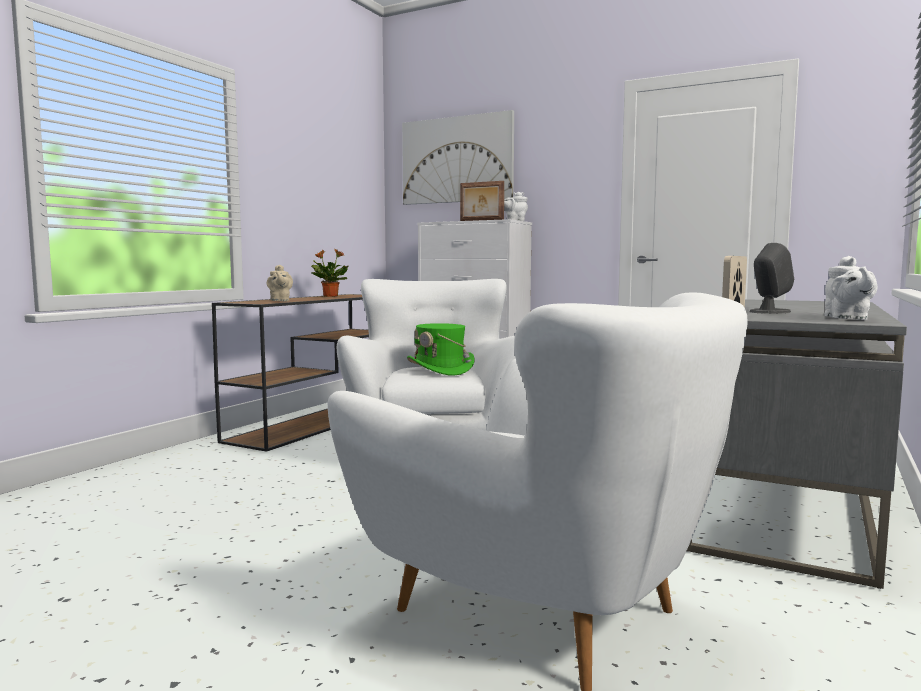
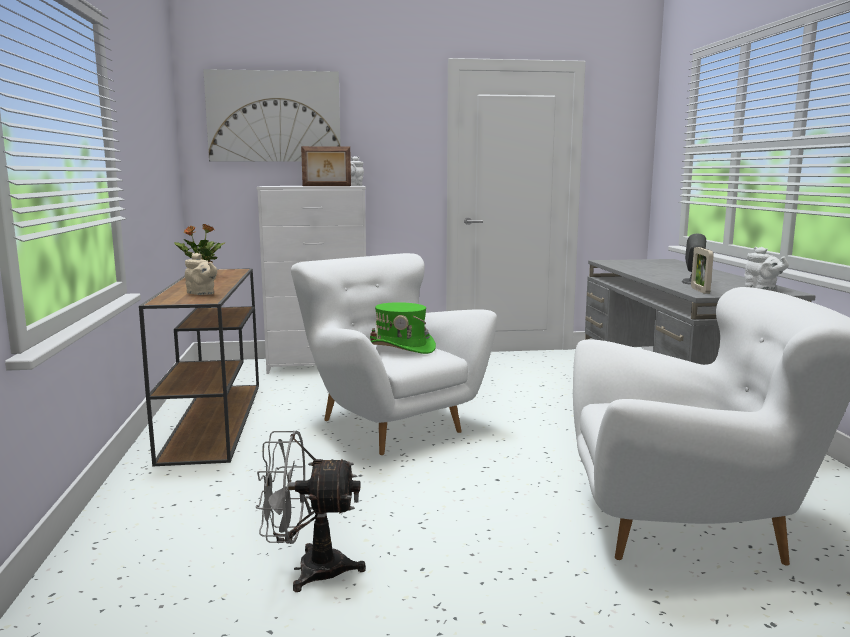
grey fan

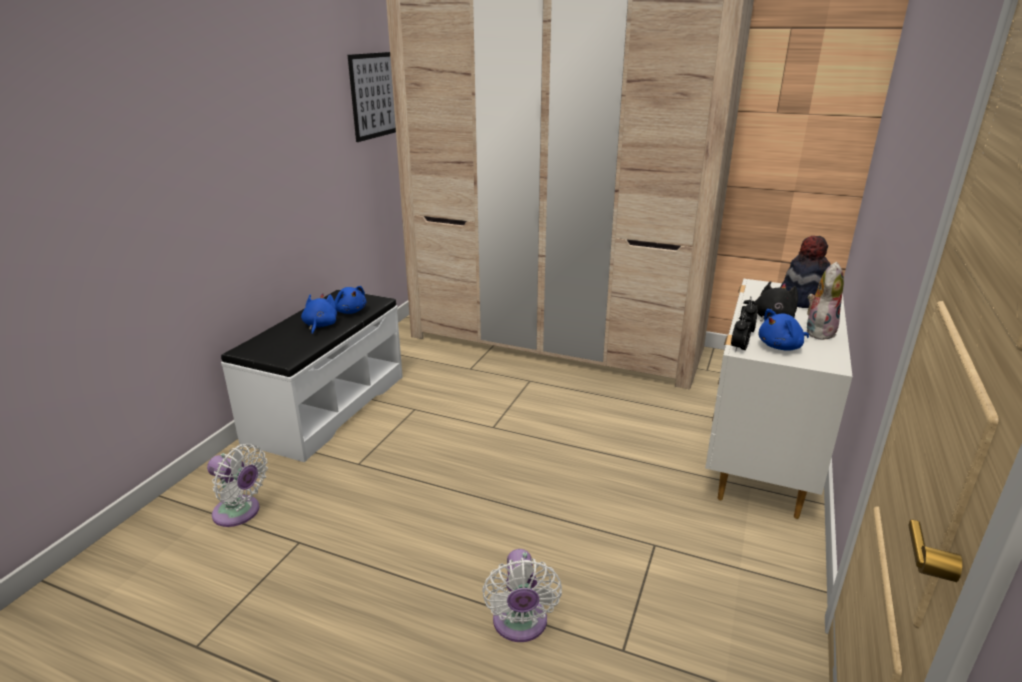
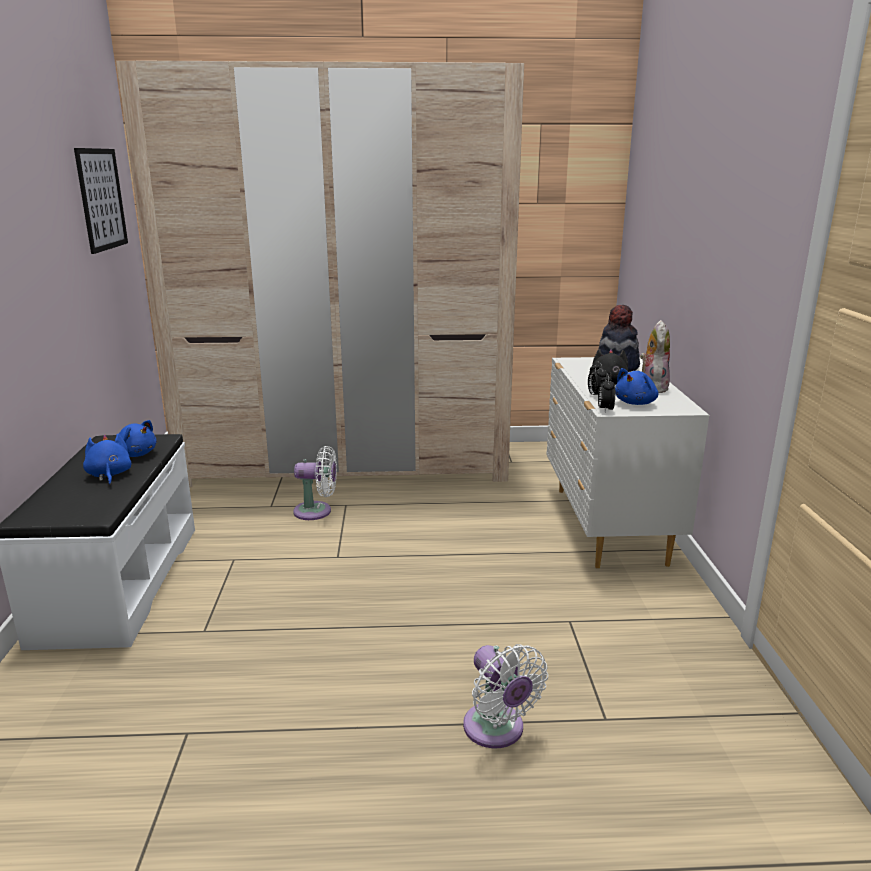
white fan (no. 1 from left)

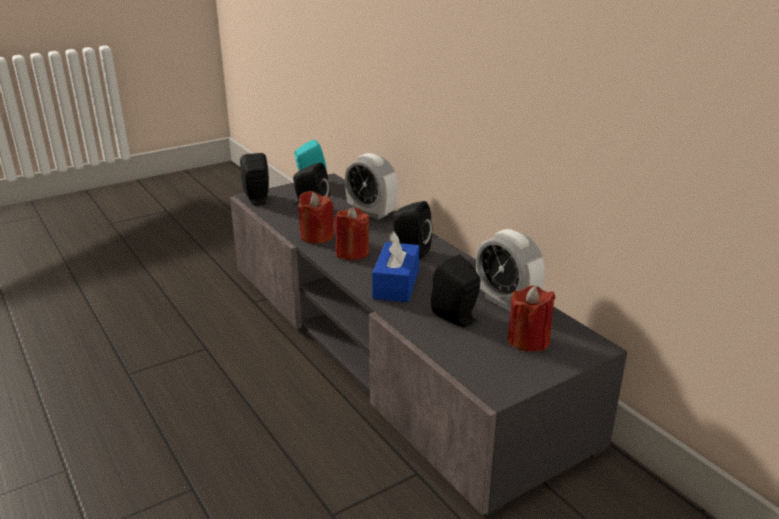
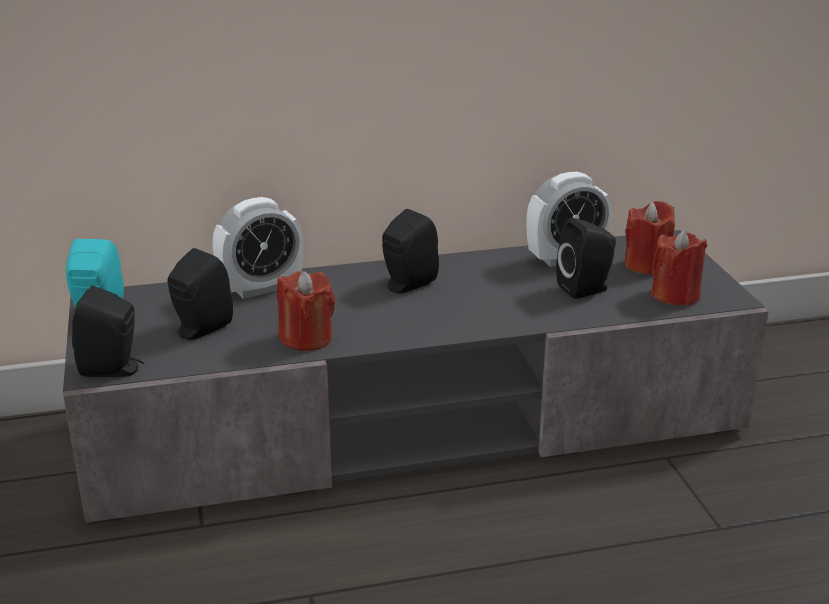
red candle (no. 3 from left)
blue tissue box

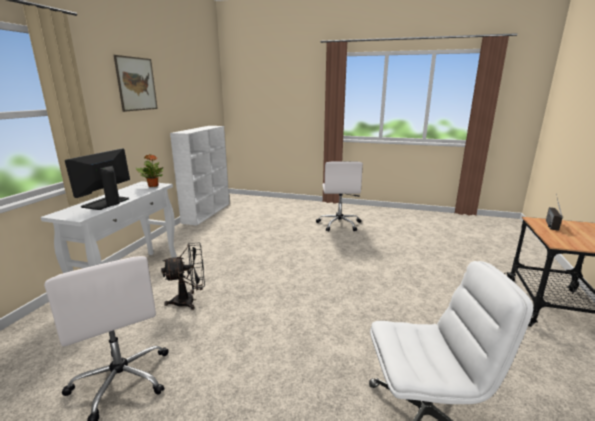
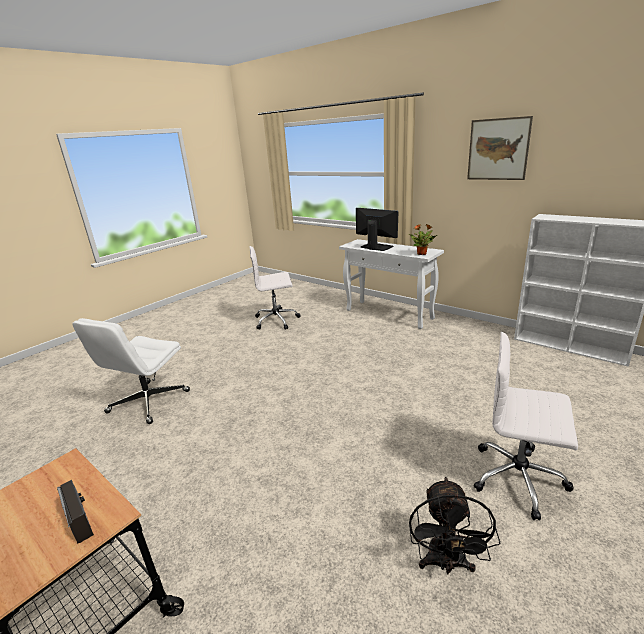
black fan

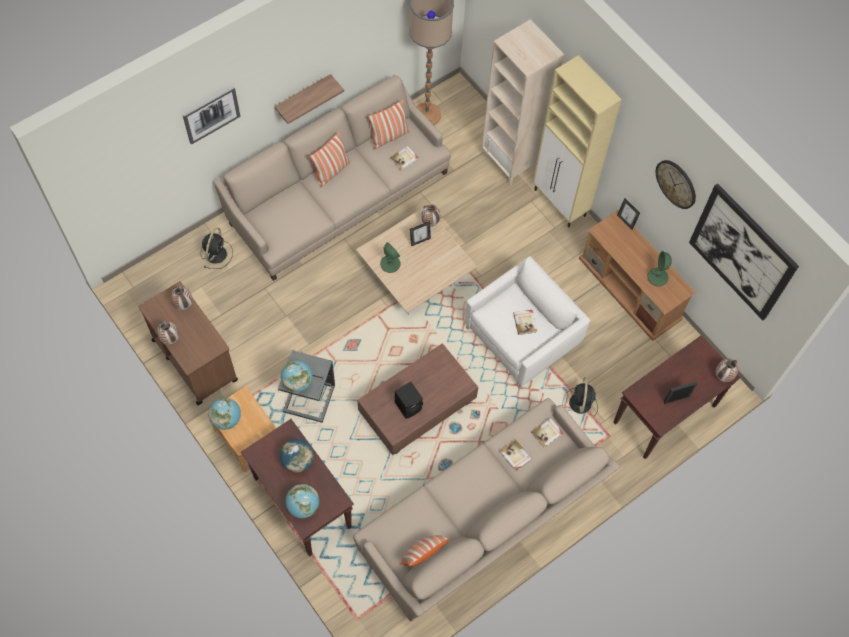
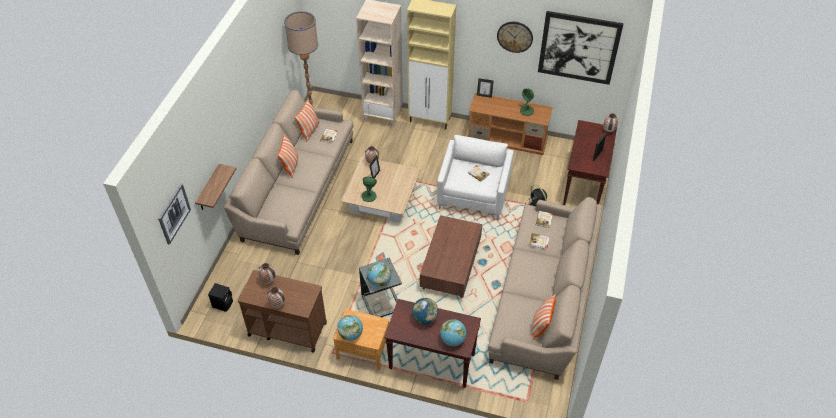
picture (no. 1 from left)
black fan (no. 1 from left in the first image)
shelf
black speaker

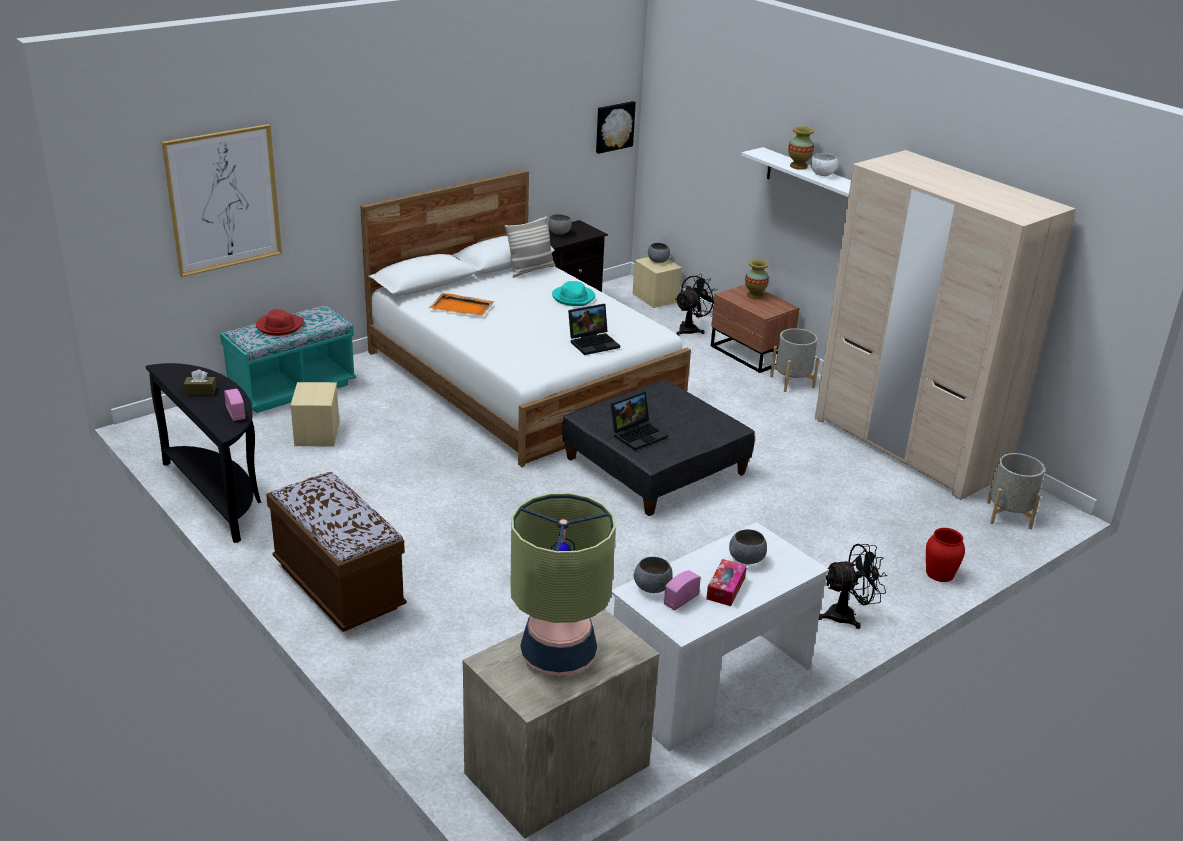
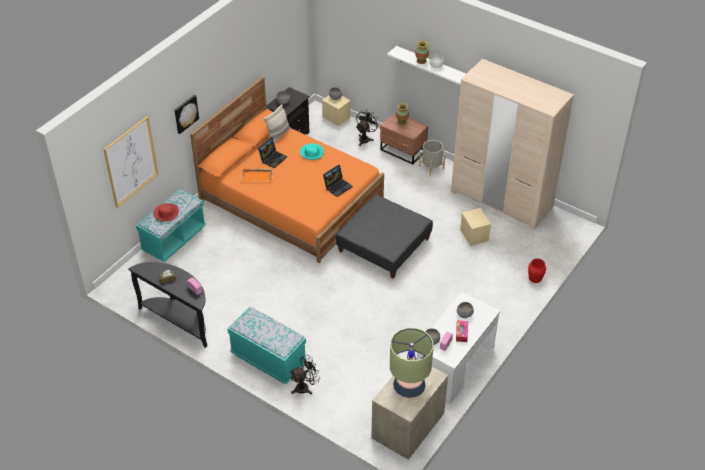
turquoise bench (no. 2 from left)
beige storage box (no. 2 from left)
orange bed
picture (no. 2 from left)
laptop (no. 1 from left)
black fan (no. 1 from left)
grey planter (no. 2 from left in the first image)

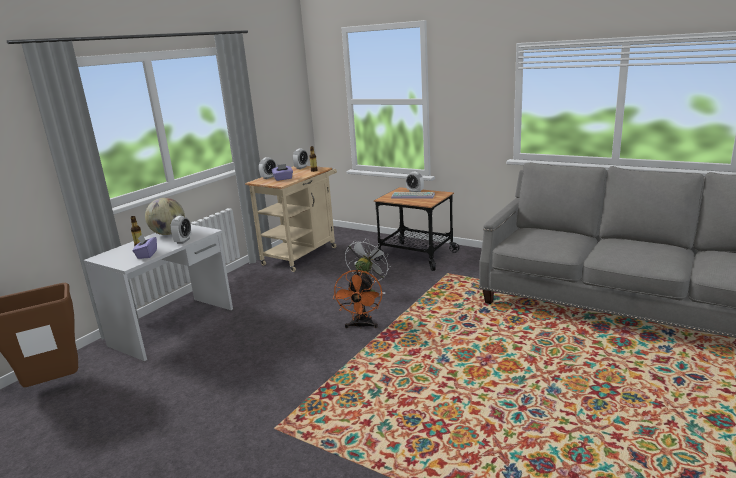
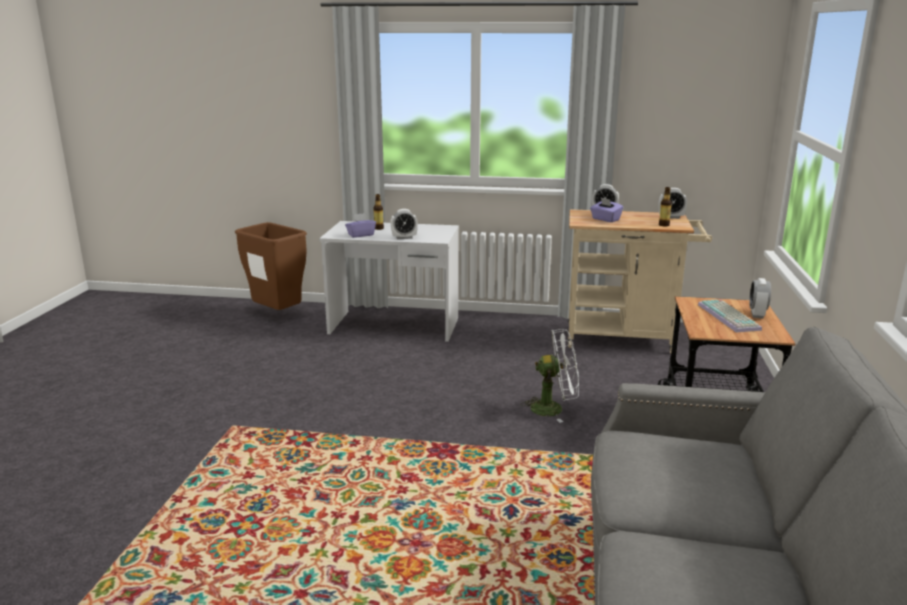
globe
orange fan

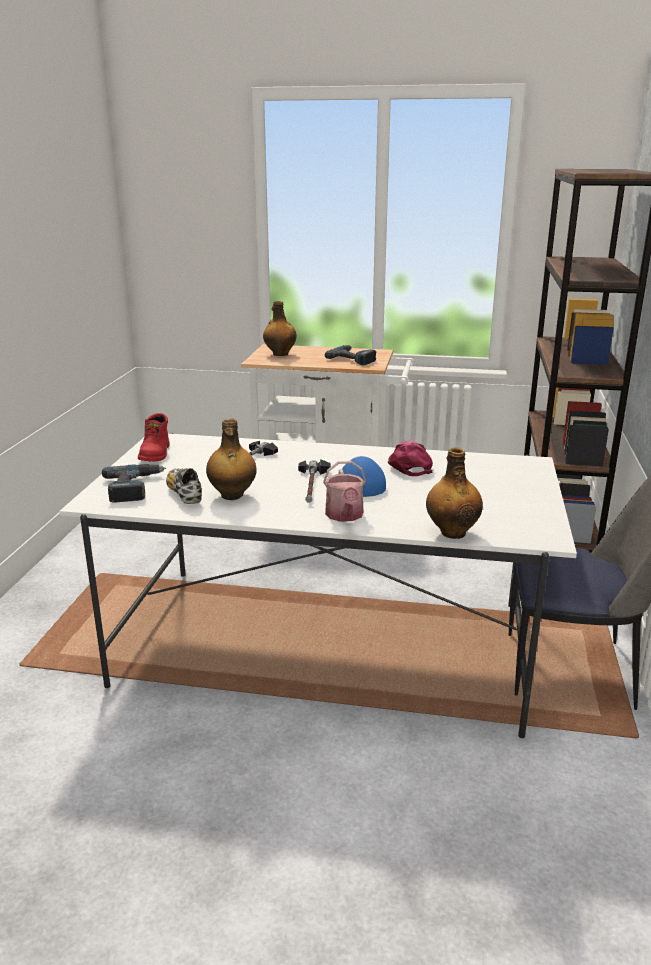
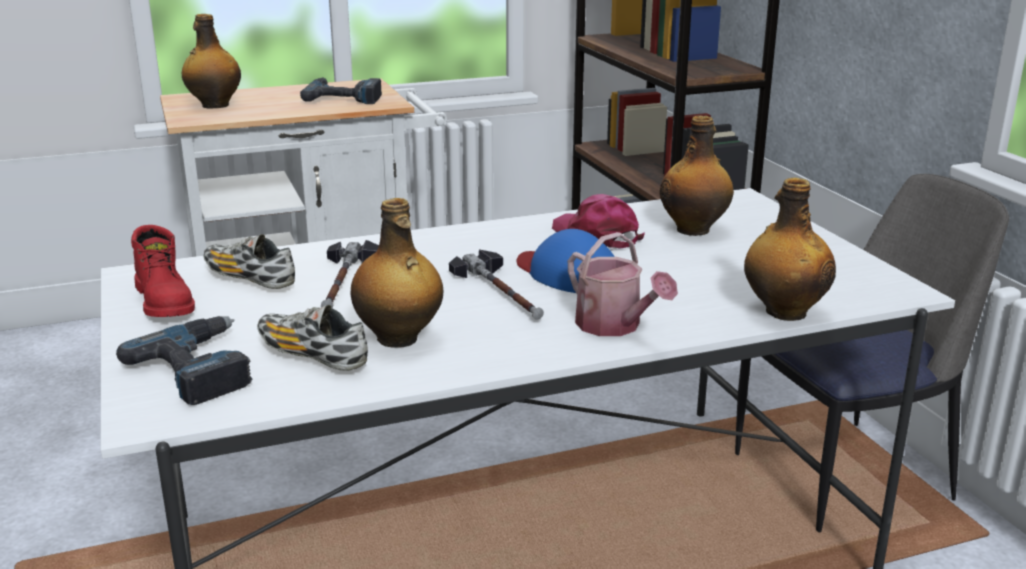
shoe (no. 1 from left)
bottle (no. 3 from left)

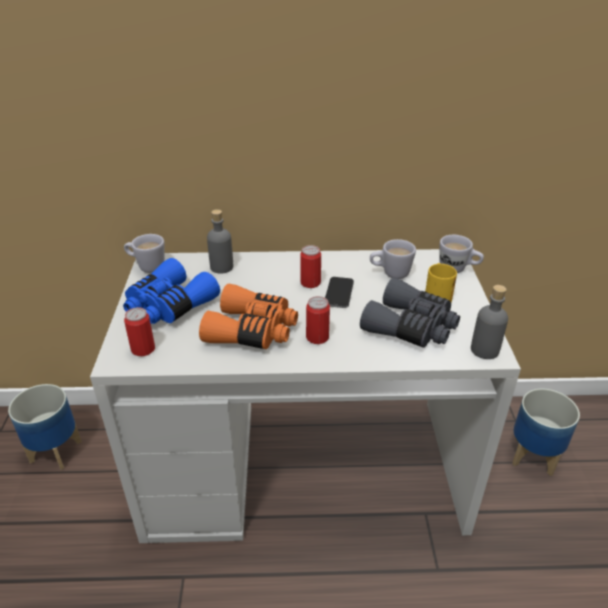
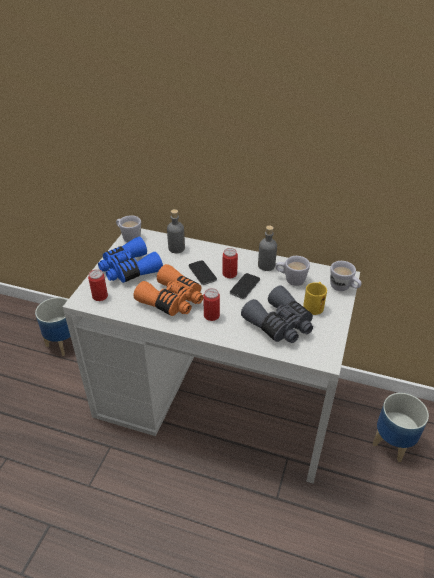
grey bottle (no. 2 from left)
phone (no. 1 from left)

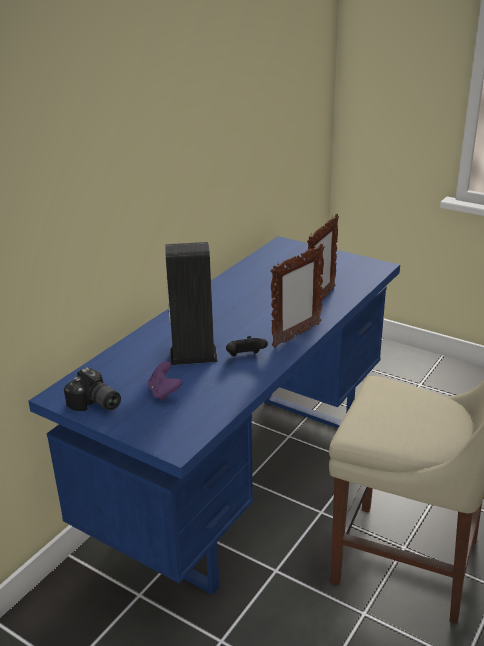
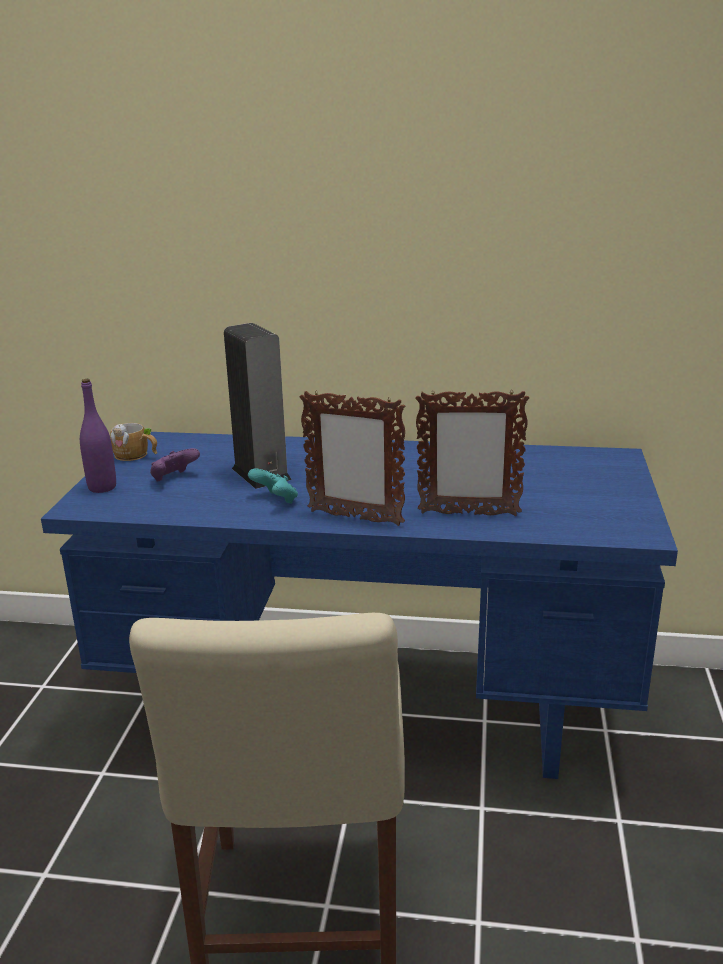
mug
turquoise game controller
purple bottle

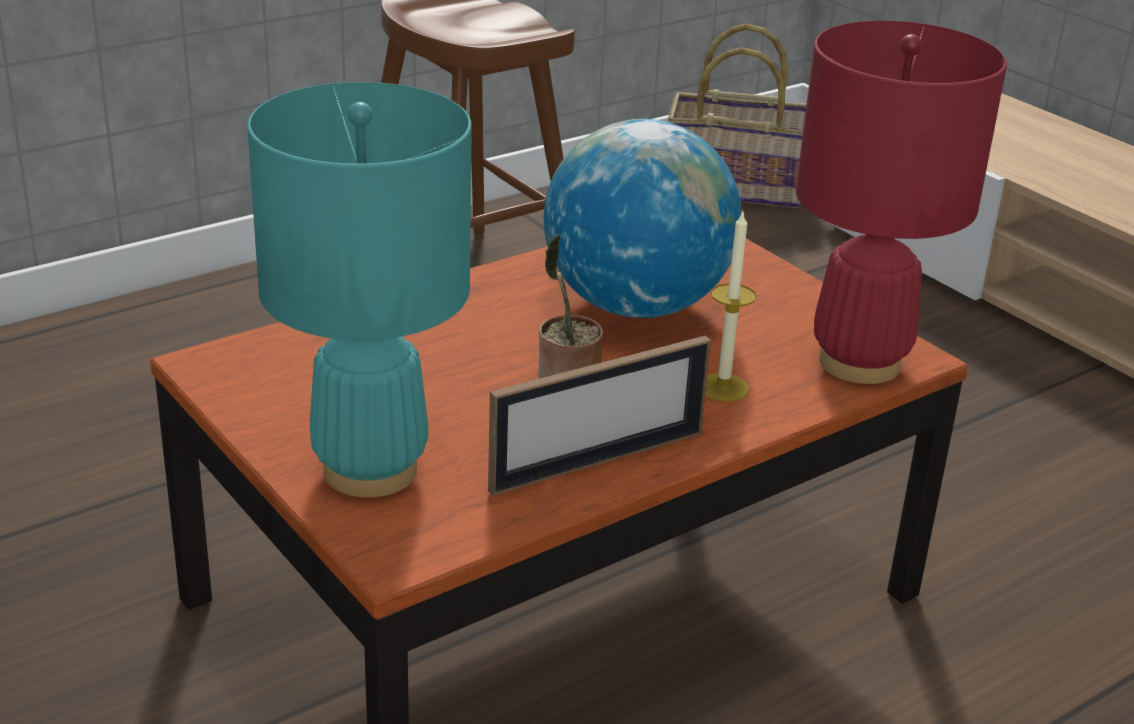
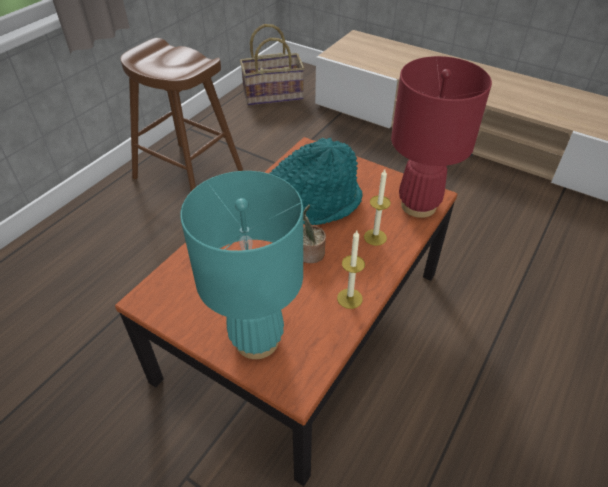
candle (no. 1 from left)
turquoise hat

